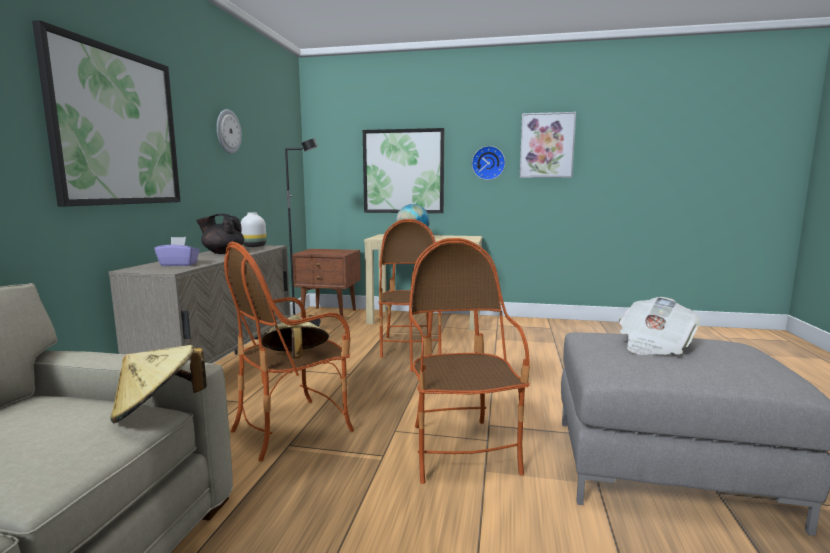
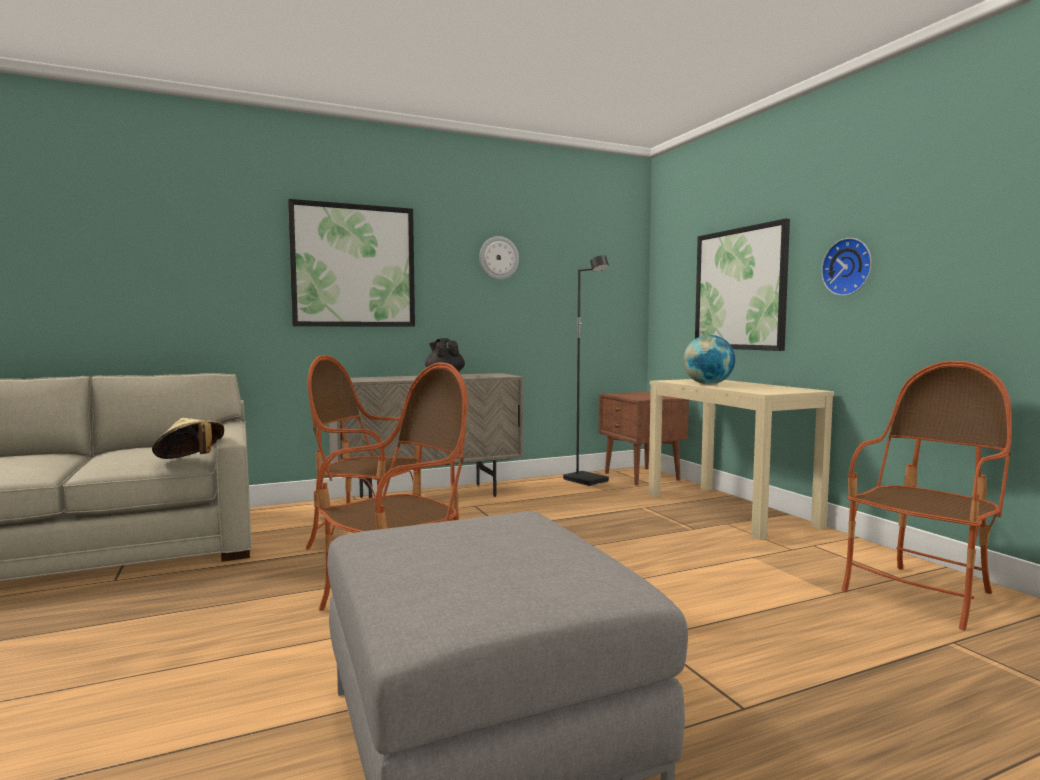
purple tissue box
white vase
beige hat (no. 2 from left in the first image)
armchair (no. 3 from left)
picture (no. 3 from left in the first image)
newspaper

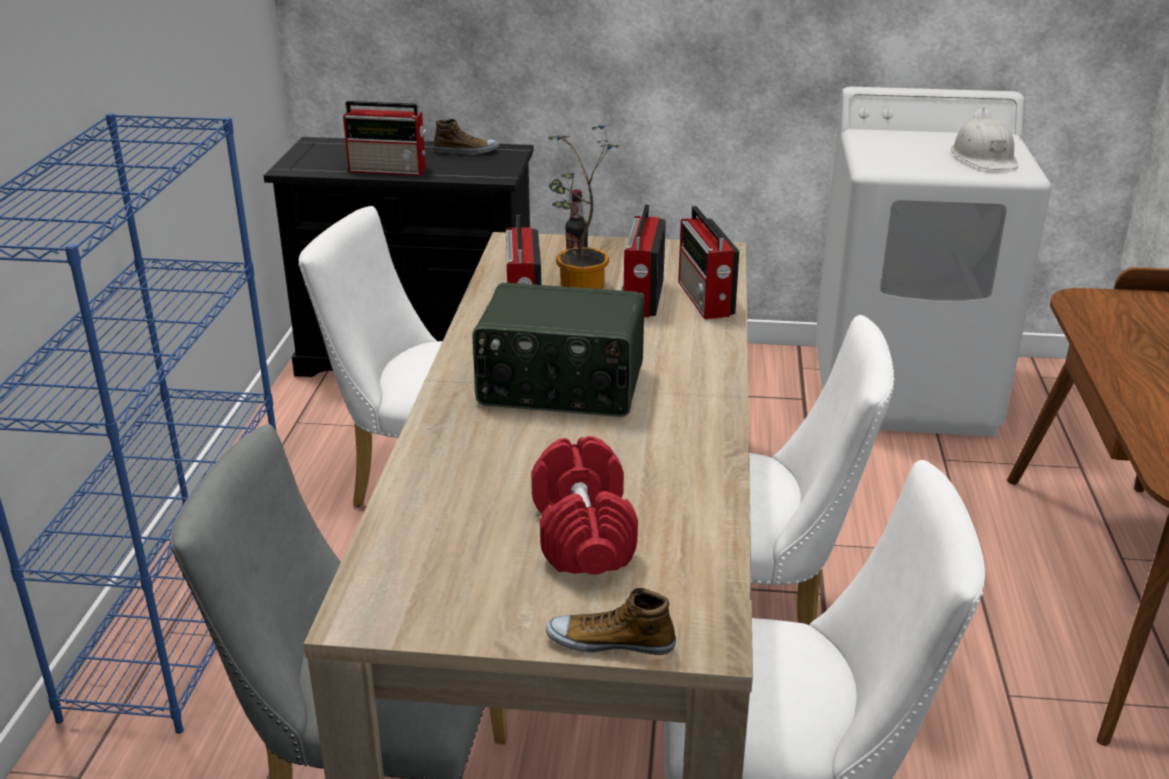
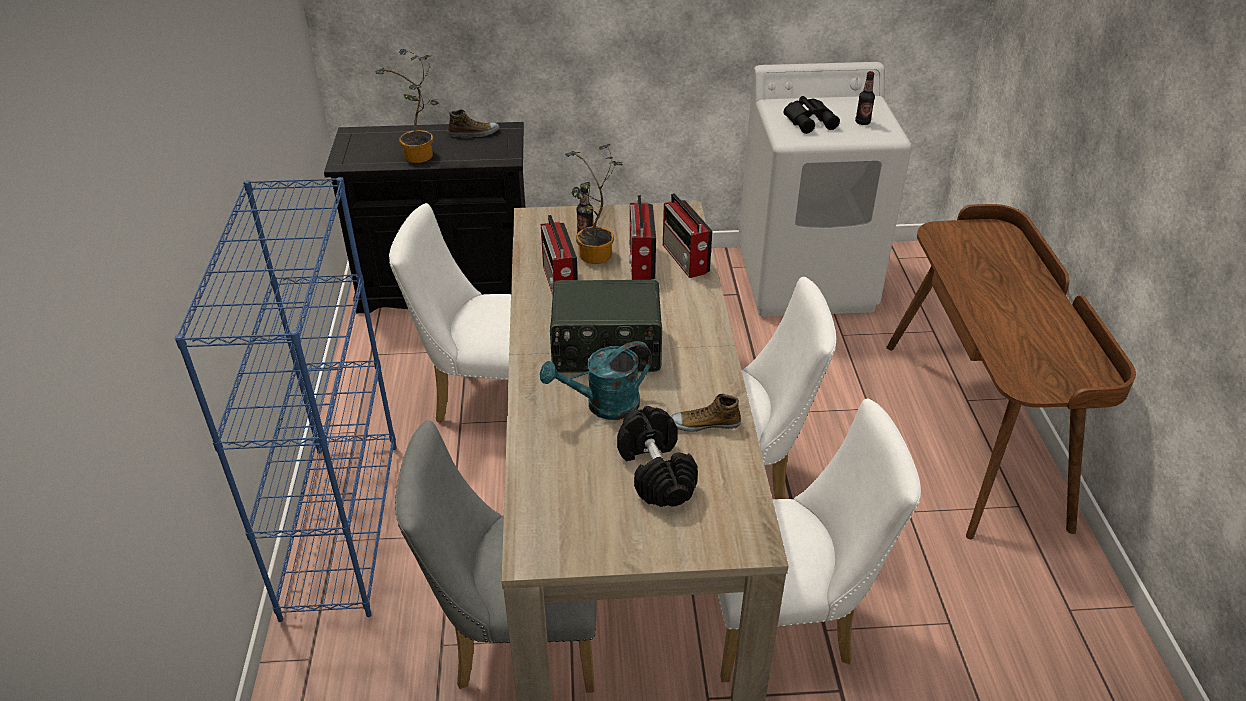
potted plant (no. 1 from left)
black dumbbell
shoe (no. 2 from left)
bottle (no. 2 from left)
turquoise watering can
black binoculars

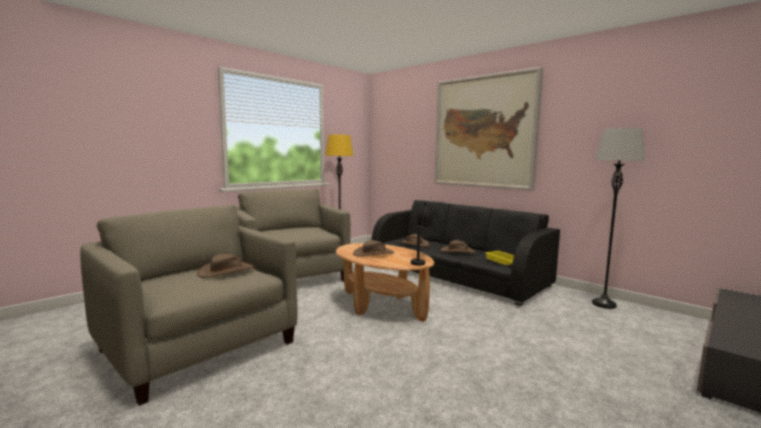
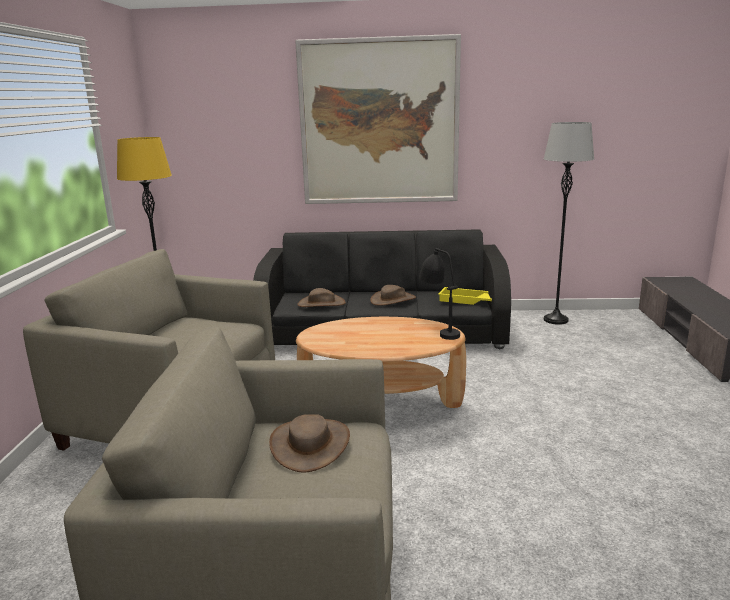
brown hat (no. 2 from left in the first image)

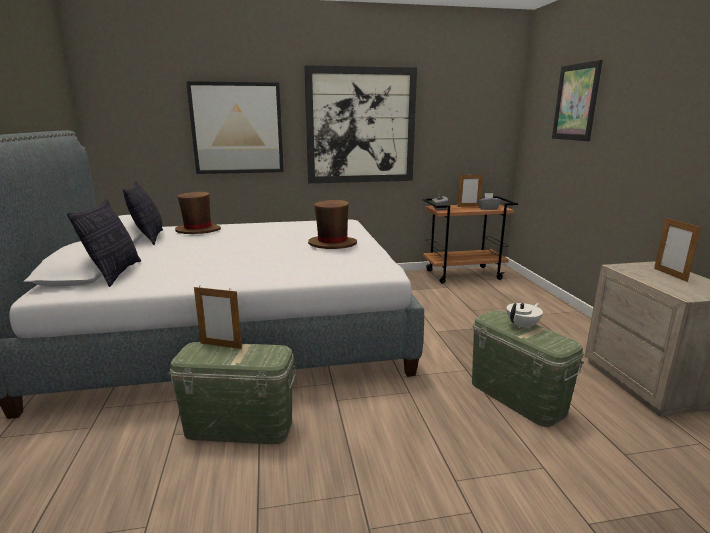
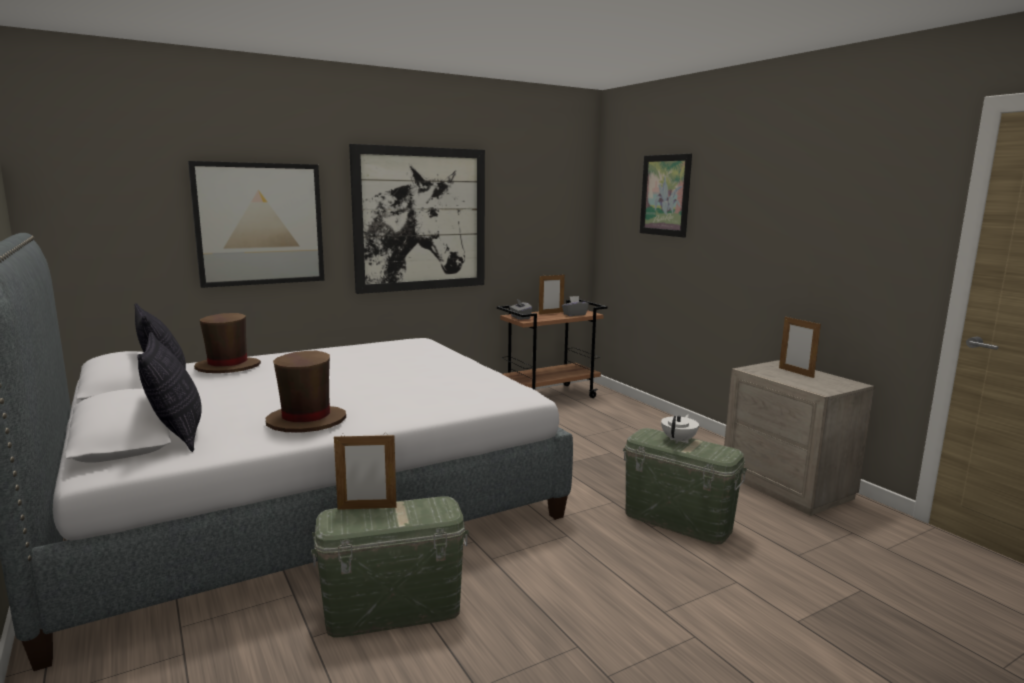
brown hat (no. 2 from left)

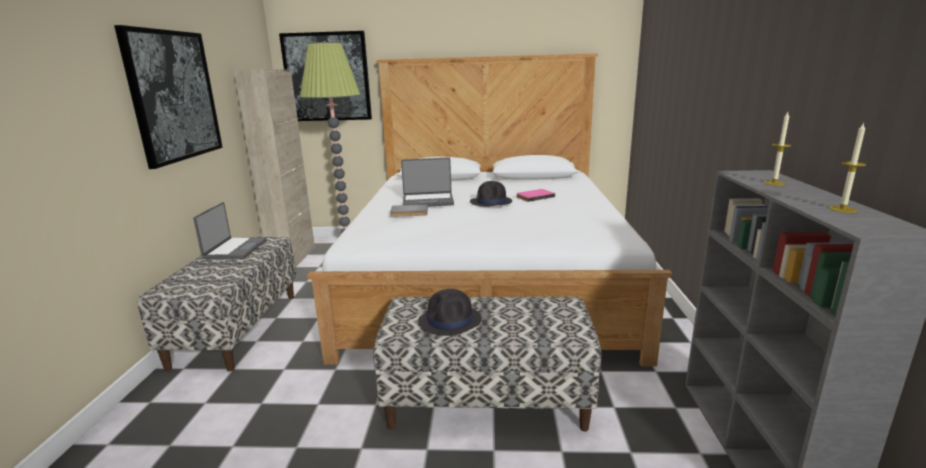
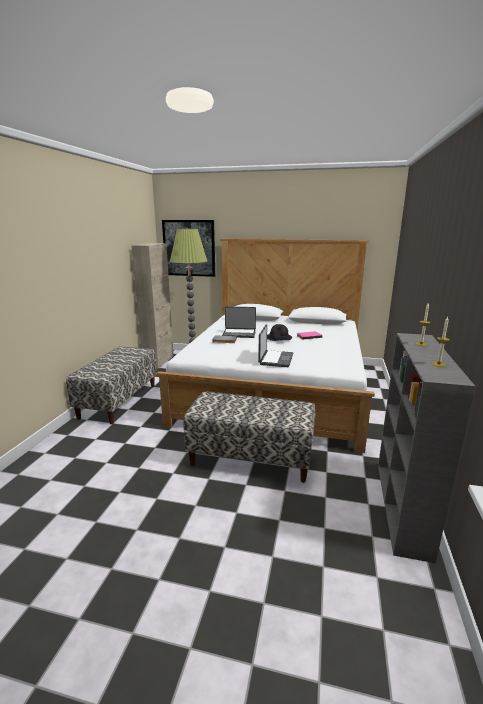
picture (no. 1 from left in the first image)
laptop (no. 2 from left)
black hat (no. 1 from left in the first image)

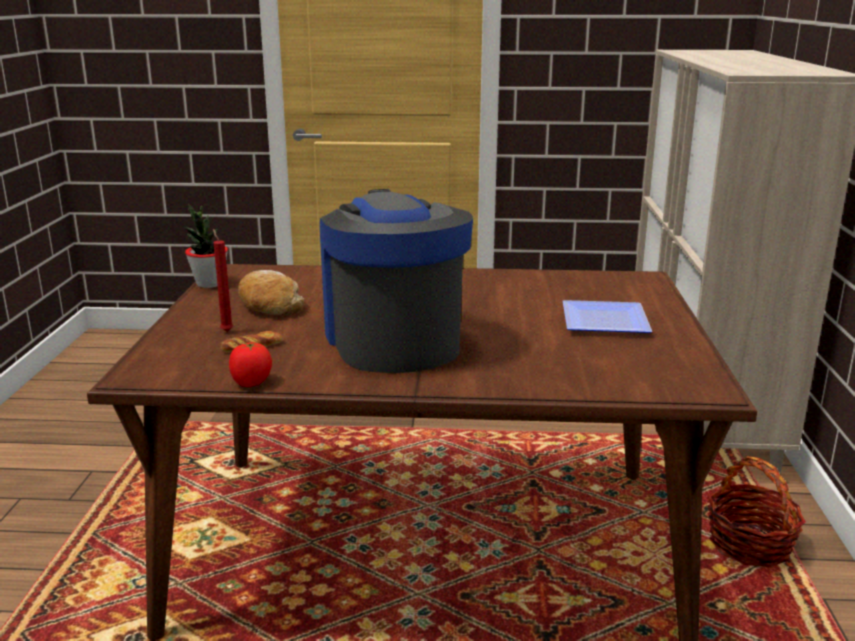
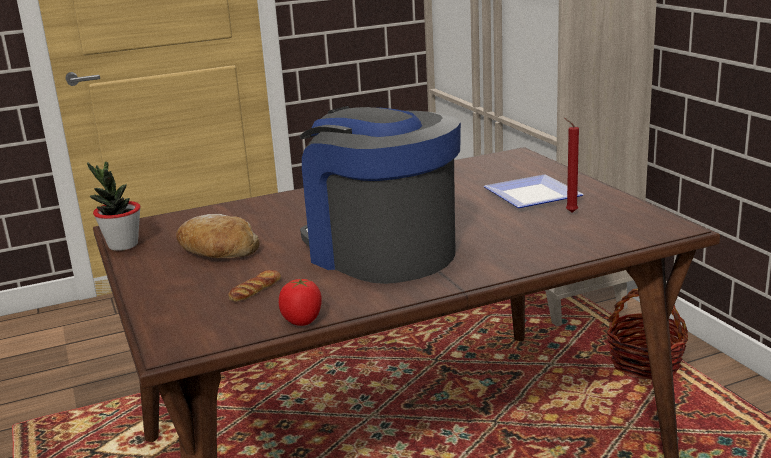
red candle

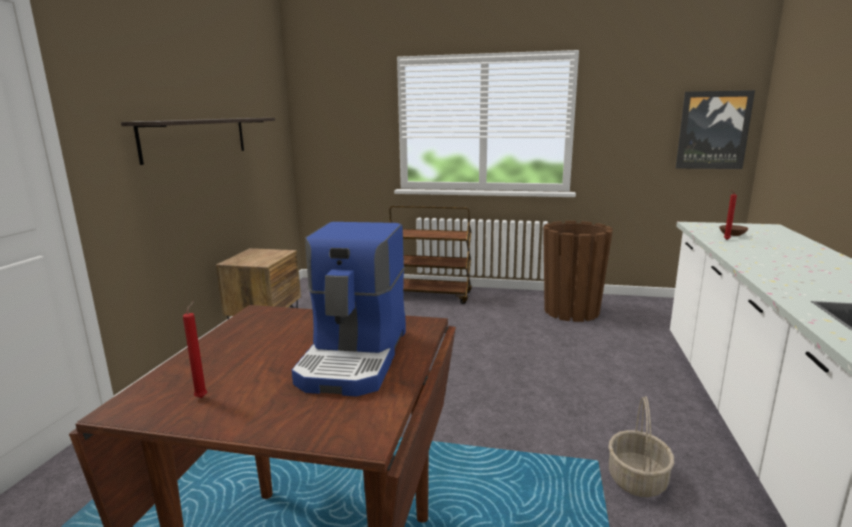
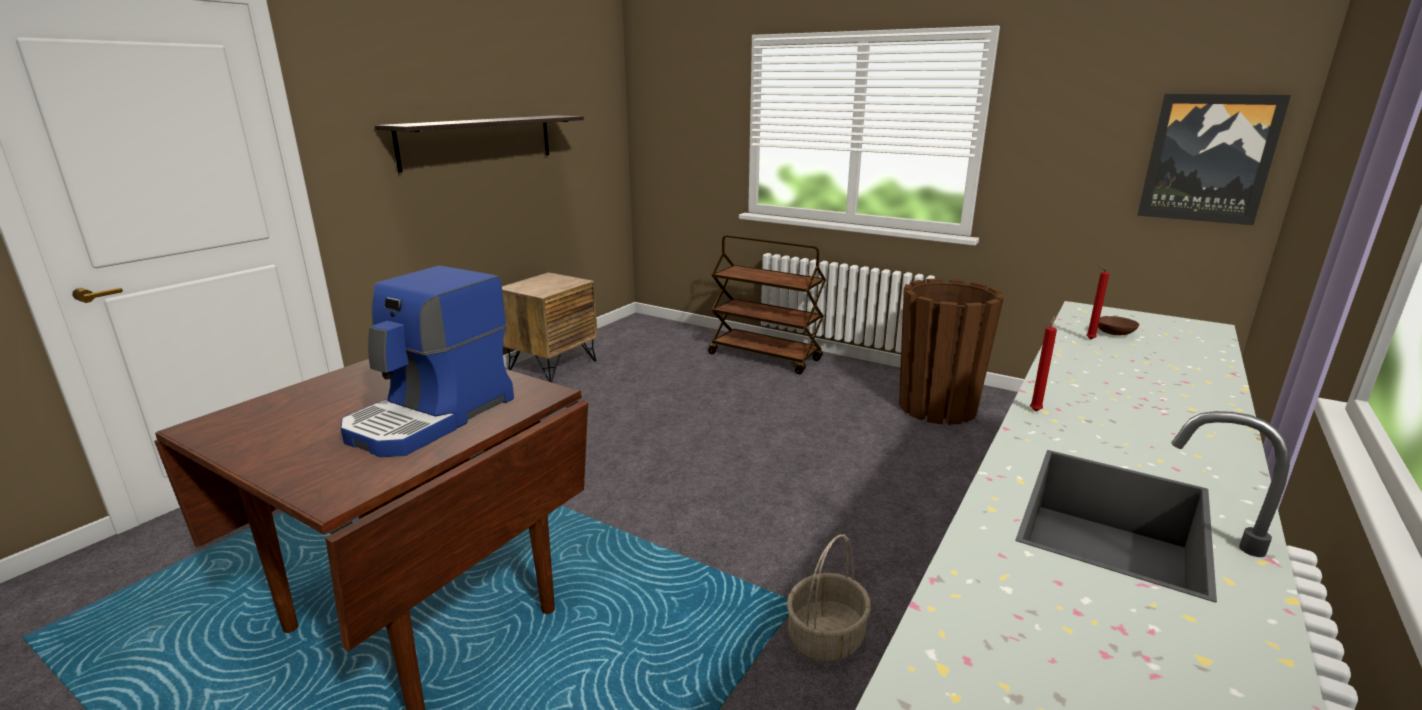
red candle (no. 1 from left)

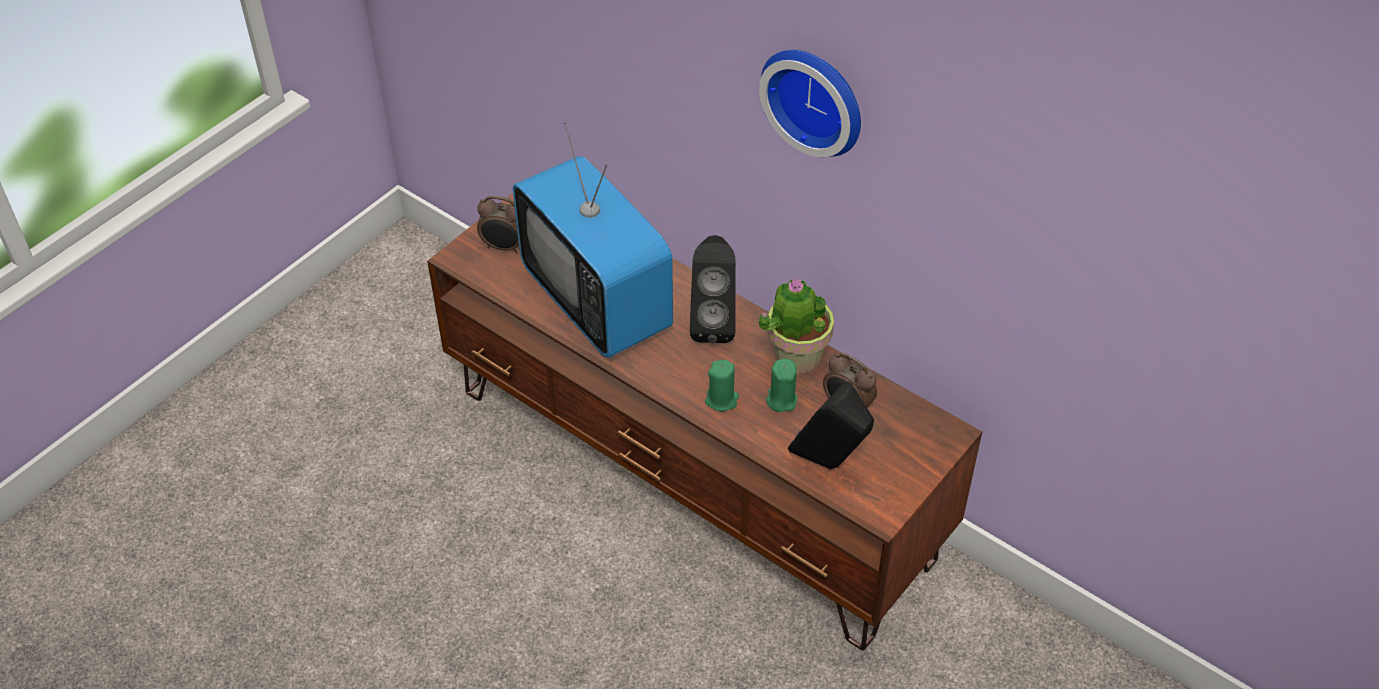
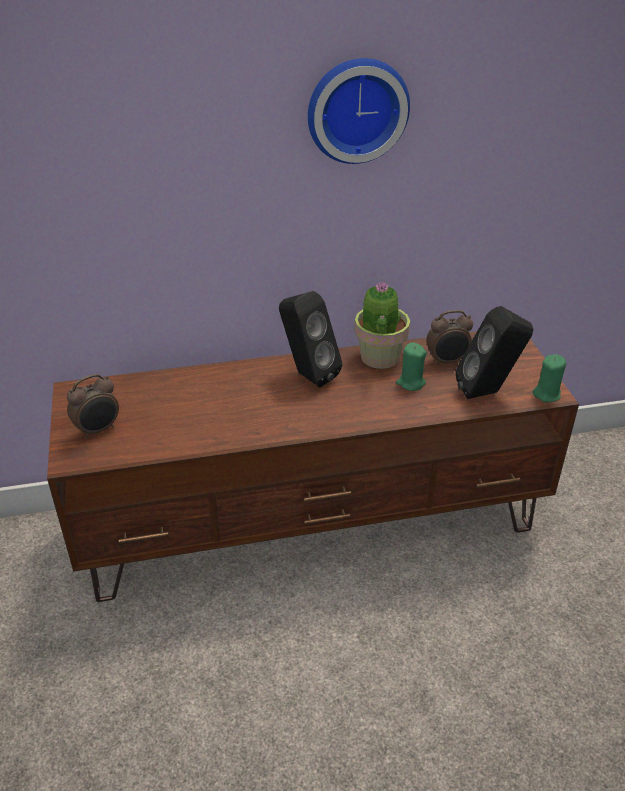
television
green candle (no. 2 from left)

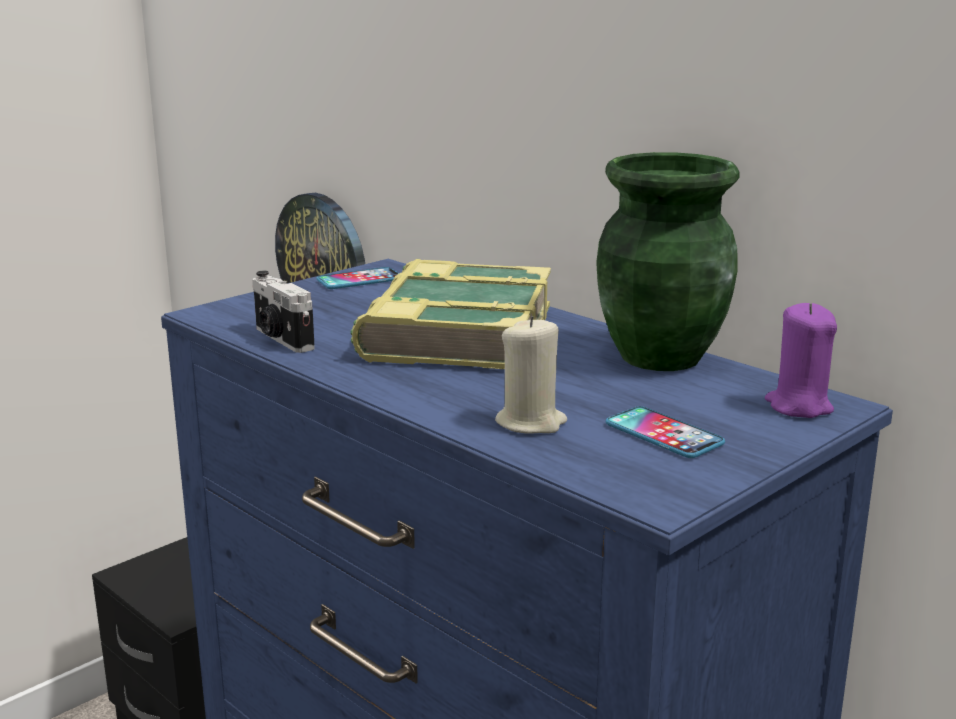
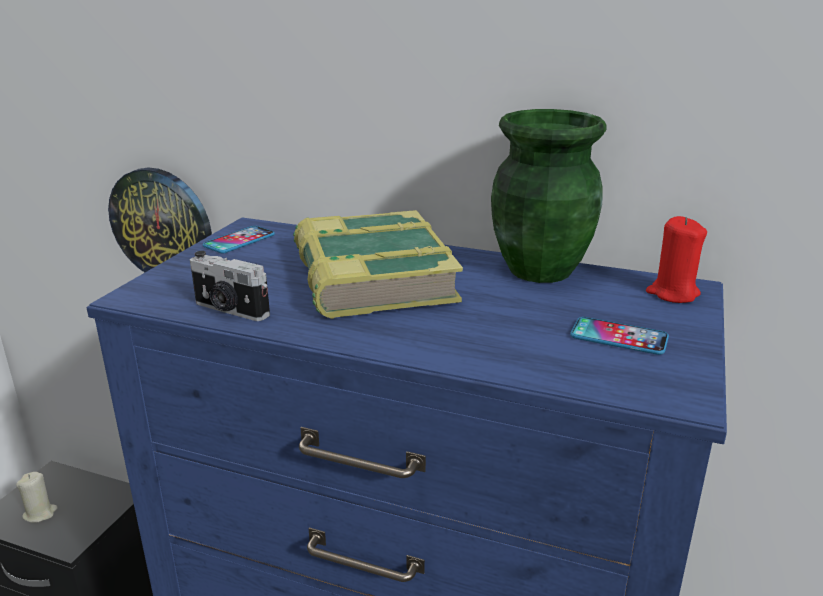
beige candle
red candle

